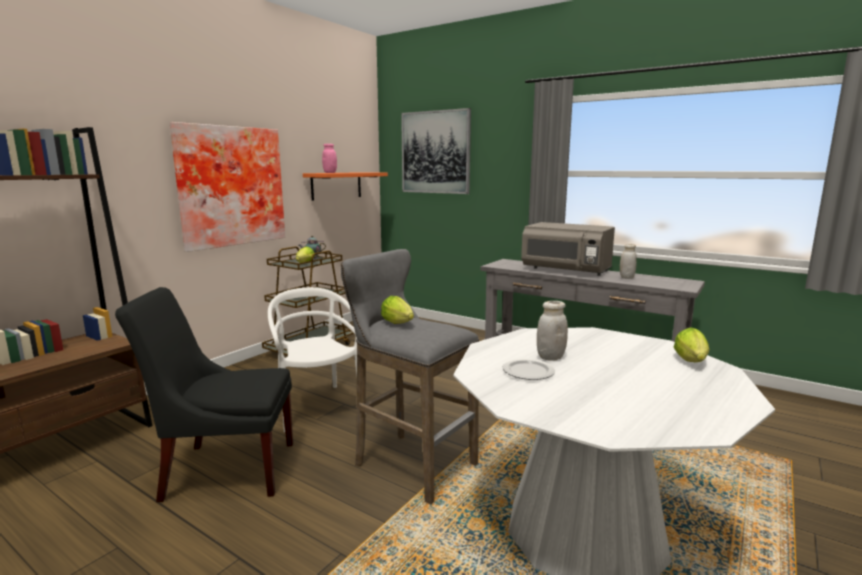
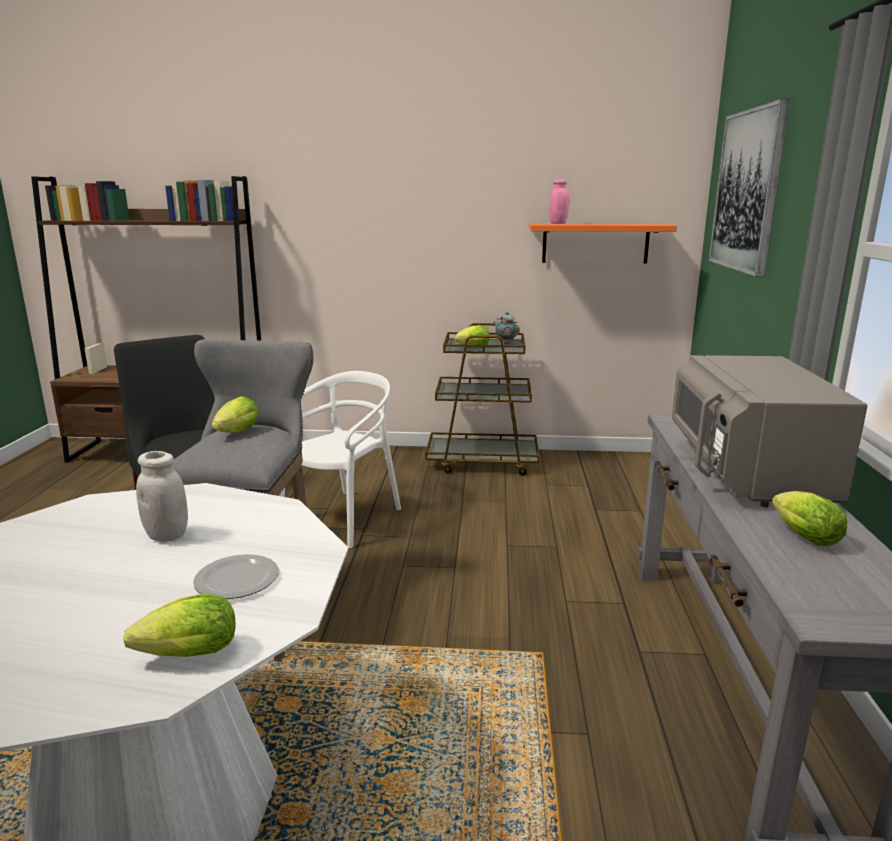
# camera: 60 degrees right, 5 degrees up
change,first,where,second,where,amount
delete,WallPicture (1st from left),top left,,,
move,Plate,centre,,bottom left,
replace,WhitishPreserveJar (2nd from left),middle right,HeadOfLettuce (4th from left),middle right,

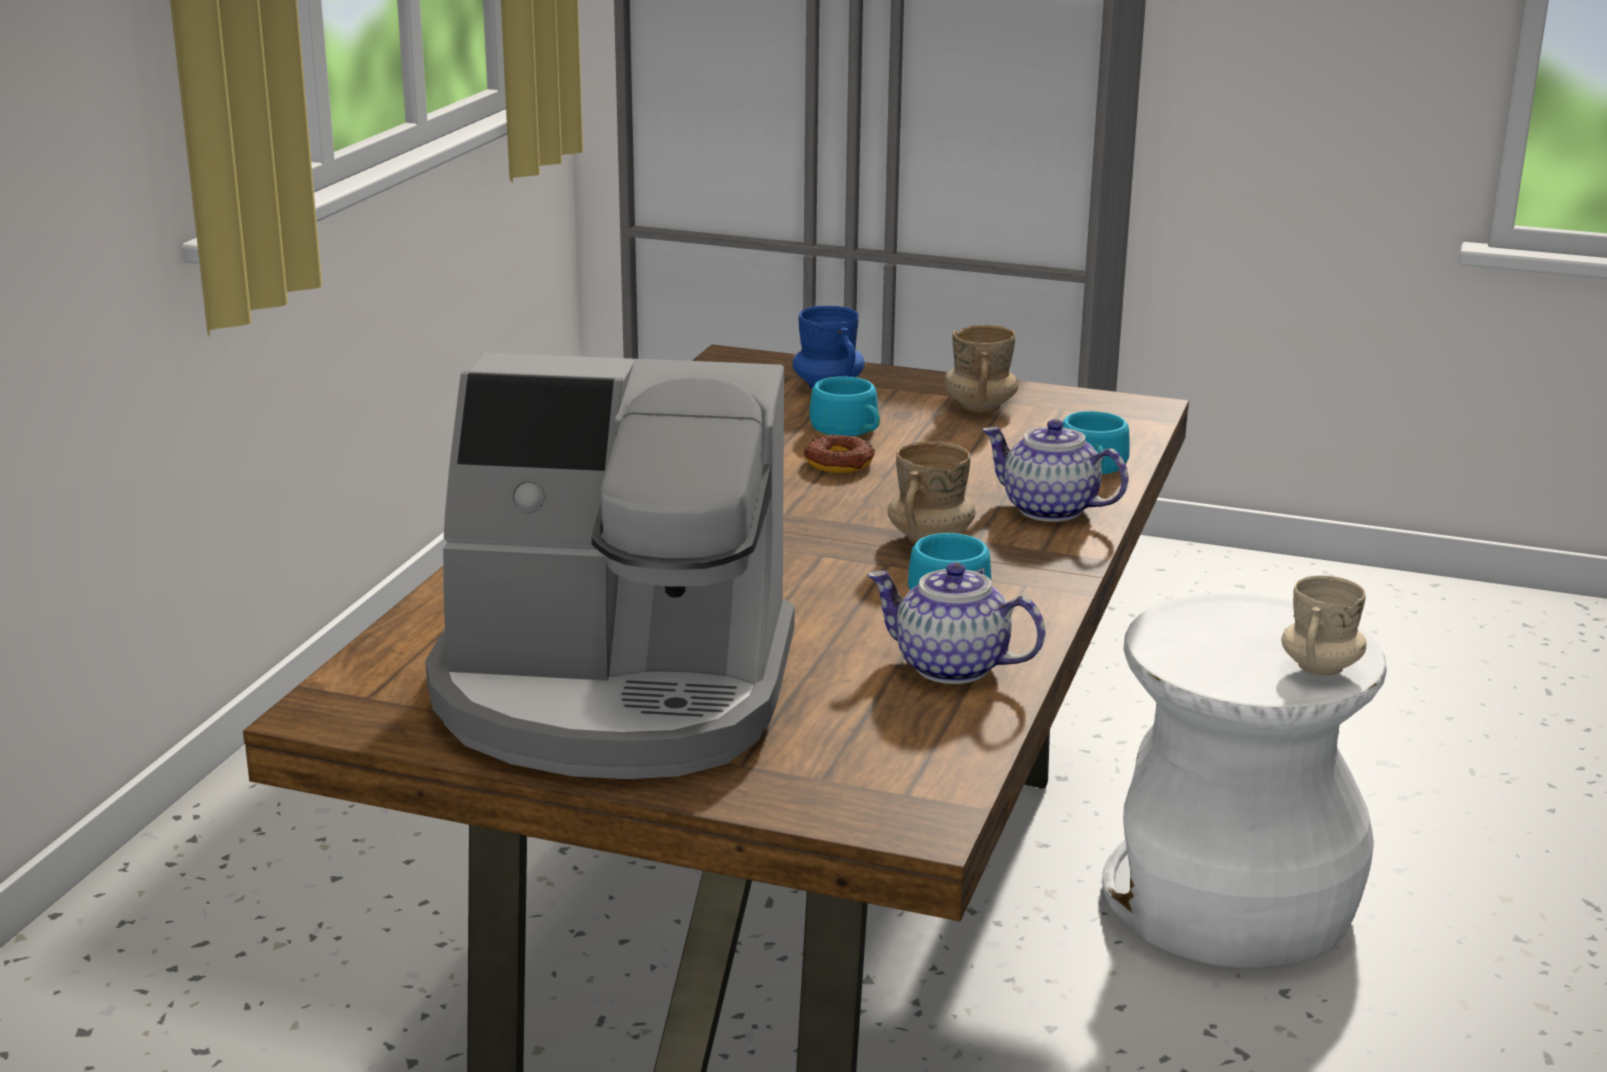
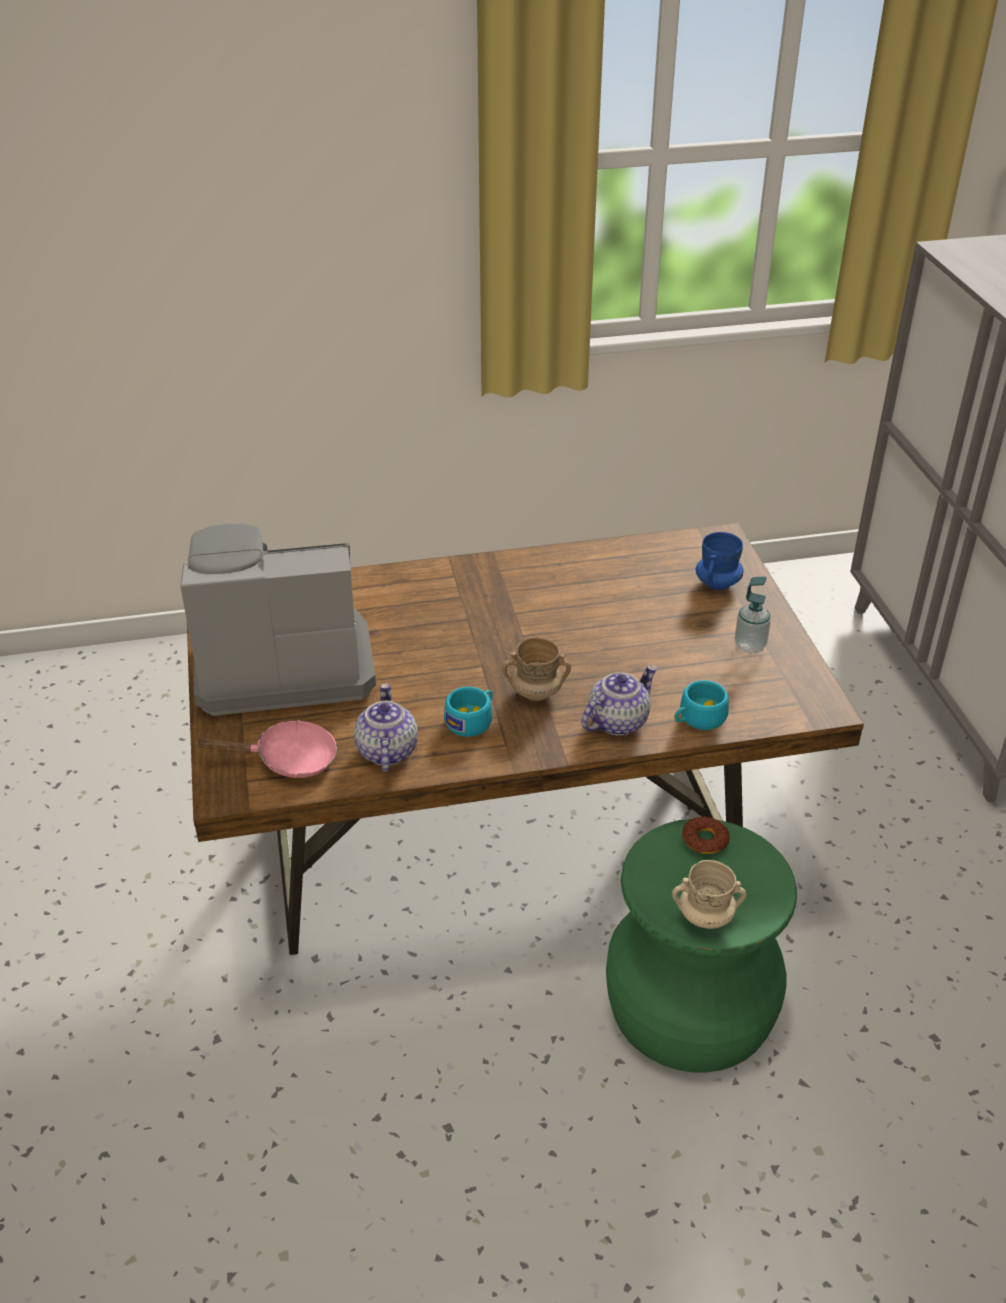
# camera: 60 degrees right, 15 degrees up
change,first,where,second,where,amount
rotate,CoffeeMachine,centre,,middle left,105 degrees clockwise
move,Doughnut,centre,,middle right,
delete,TurquoiseSmallCup (1st from left),centre,,,
replace,BeigeTeaMug (2nd from left),centre,SoapBottle,middle right,
rotate,PotForTea (2nd from left),centre,,centre,45 degrees clockwise
recolor,WhitishStoolSeat,bottom right,GreenStoolSeat,bottom right,
insert,,,PinkColouredSkillet,middle left,

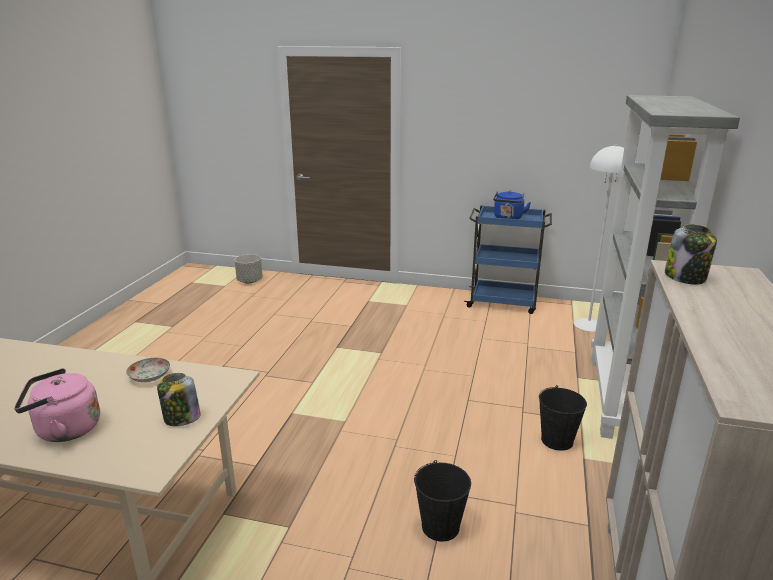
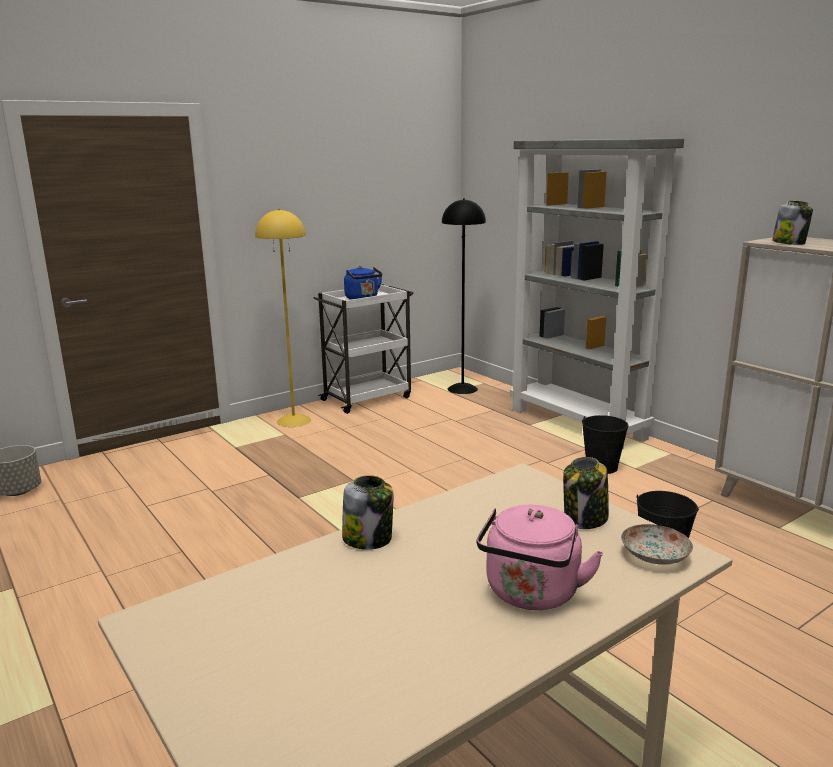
# camera: 50 degrees left, 5 degrees down
change,first,where,second,where,amount
move,Plate,middle left,,bottom right,
recolor,BlueColouredTrolley,centre,WhitishTrolley,centre,
recolor,WhitishStandardLamp,middle right,BlackColouredStandardLamp,centre,
insert,,,YellowStandardLamp,centre,
insert,,,PreserveJar (1st from left),bottom centre,

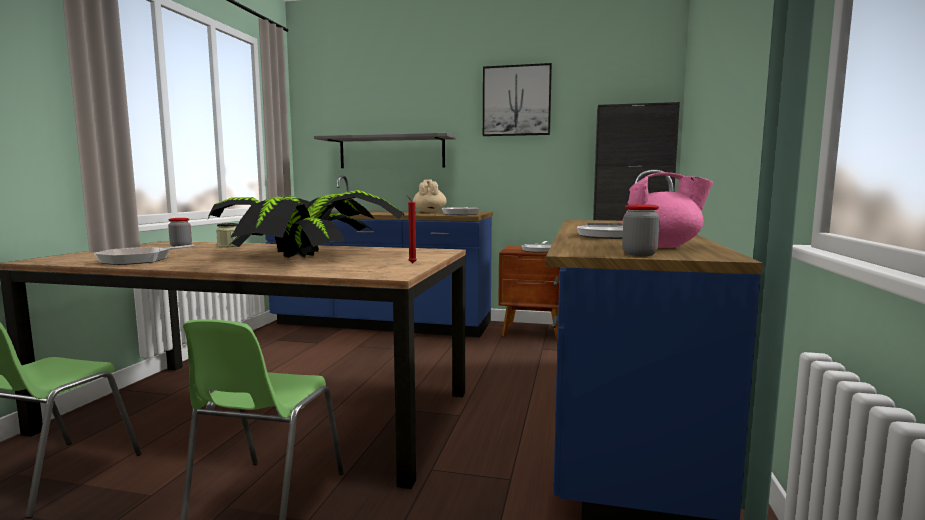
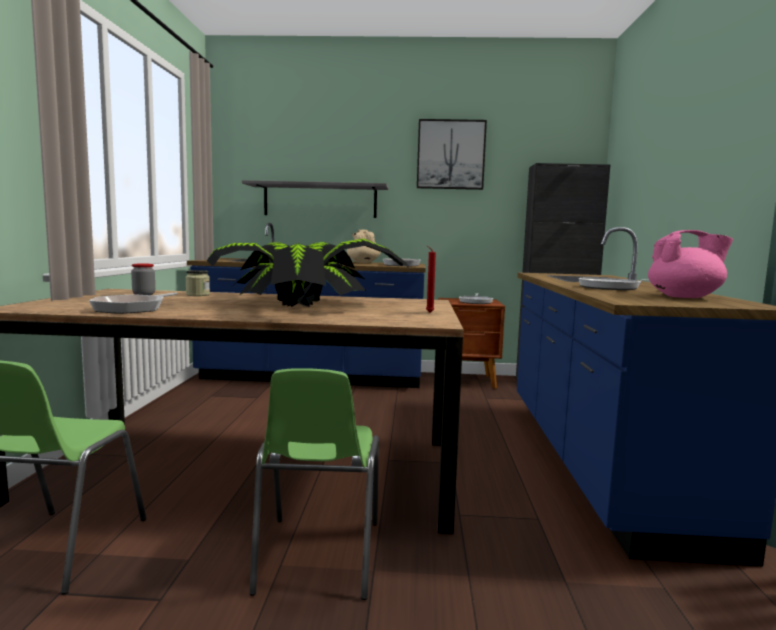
# camera: 10 degrees left, 0 degrees up
change,first,where,second,where,amount
delete,PreserveJar (3rd from left),middle right,,,

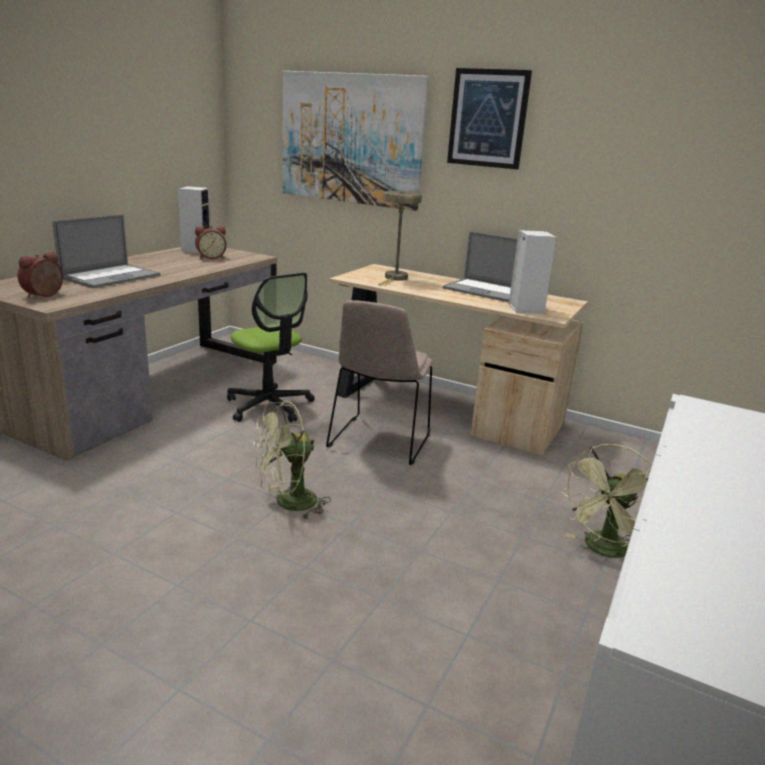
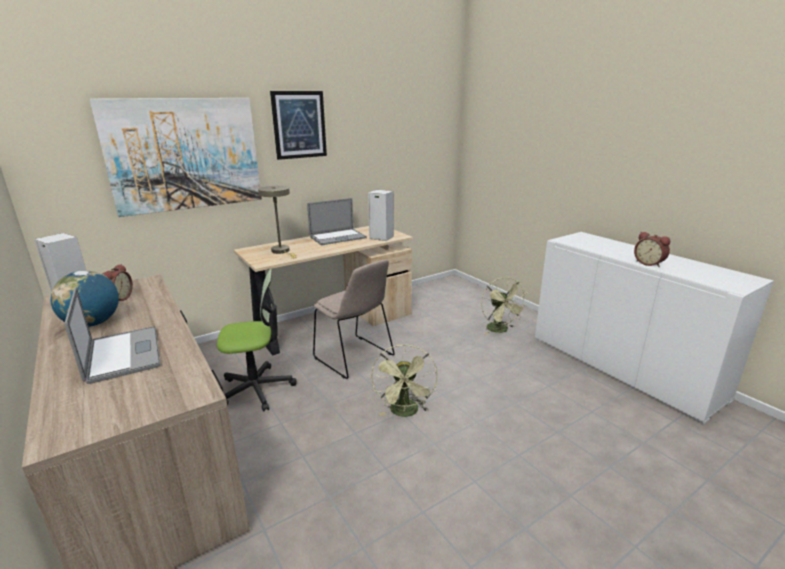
# camera: 60 degrees left, 0 degrees up
change,first,where,second,where,amount
move,AlarmClock (1st from left in the first image),middle left,AlarmClock (2nd from left),middle right,
insert,,,Globe,middle left,

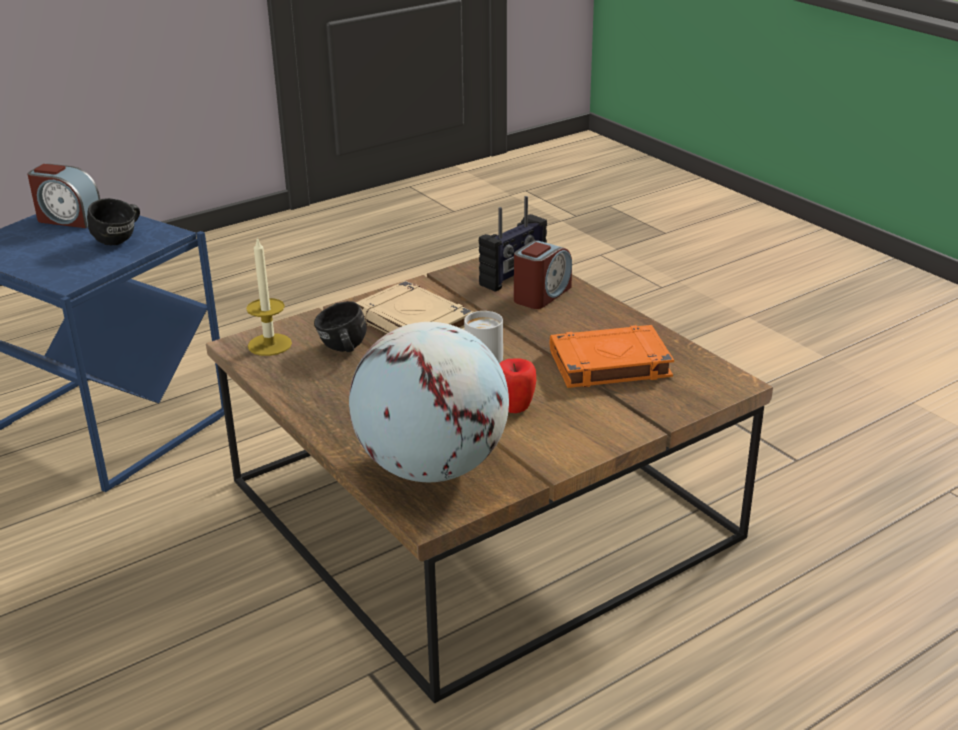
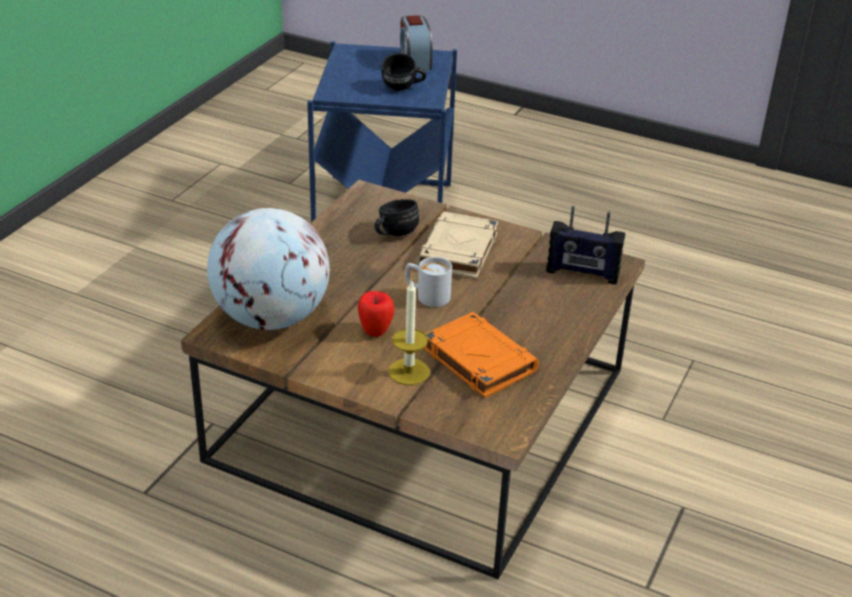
# camera: 60 degrees right, 5 degrees up
change,first,where,second,where,amount
move,WaxLight,middle left,,centre,
delete,AlarmClock (2nd from left),centre,,,

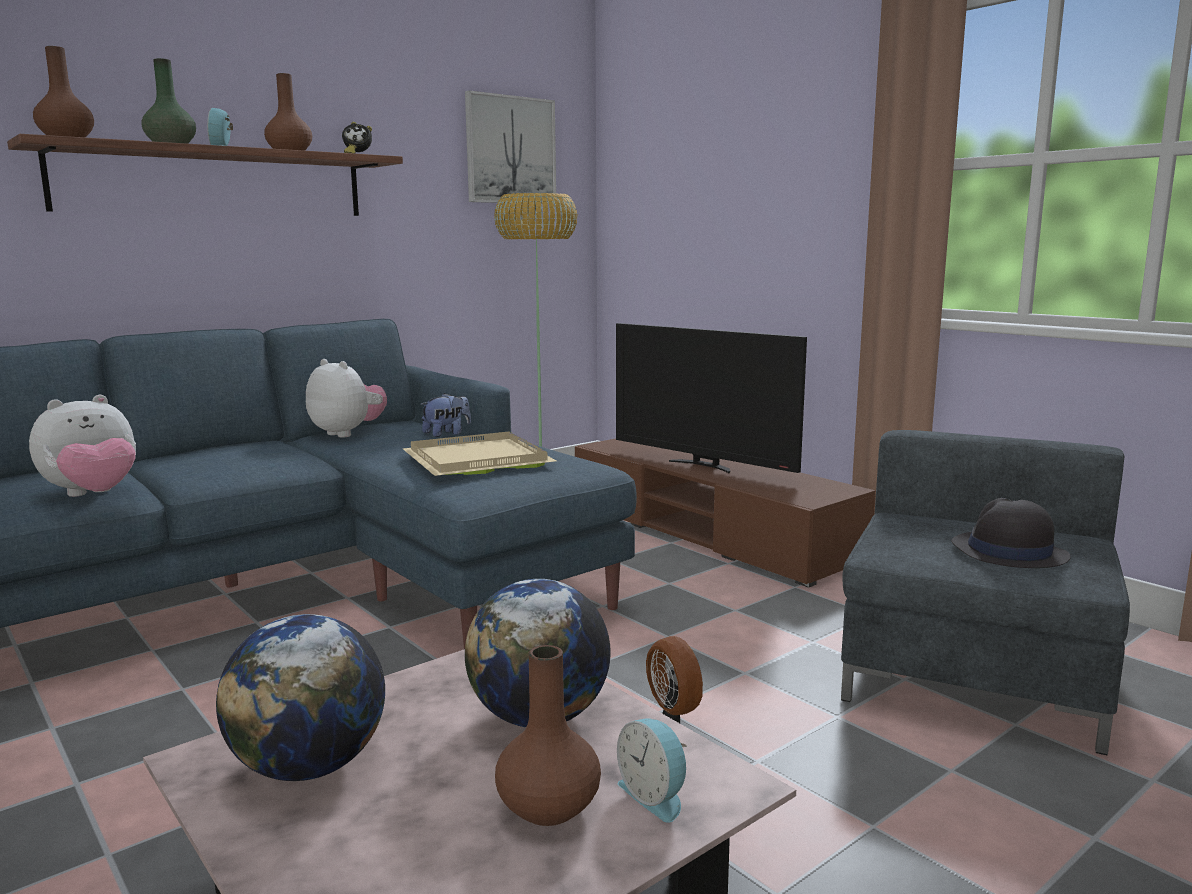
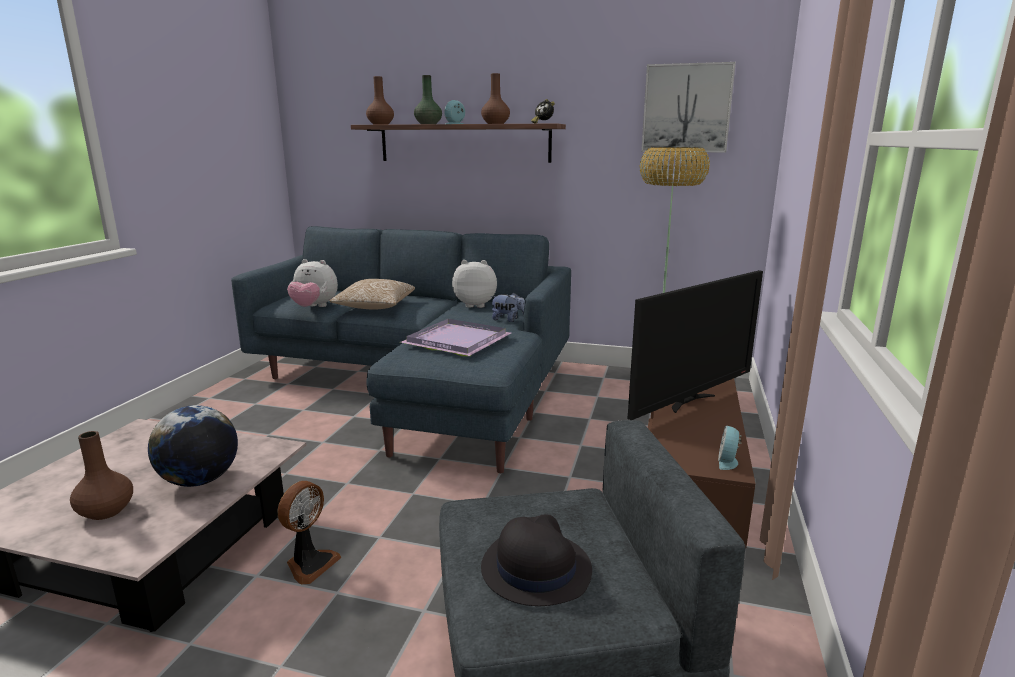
# camera: 55 degrees right, 5 degrees up
change,first,where,second,where,amount
delete,Globe (1st from left),bottom left,,,
rotate,PlushToy (2nd from left),middle left,,centre,90 degrees counterclockwise
recolor,BeigeTray,centre,PurplishTray,centre,
rotate,Television,centre,,middle right,135 degrees counterclockwise
move,AlarmClock (3rd from left),bottom centre,,middle right,
insert,,,Cushion,centre,

